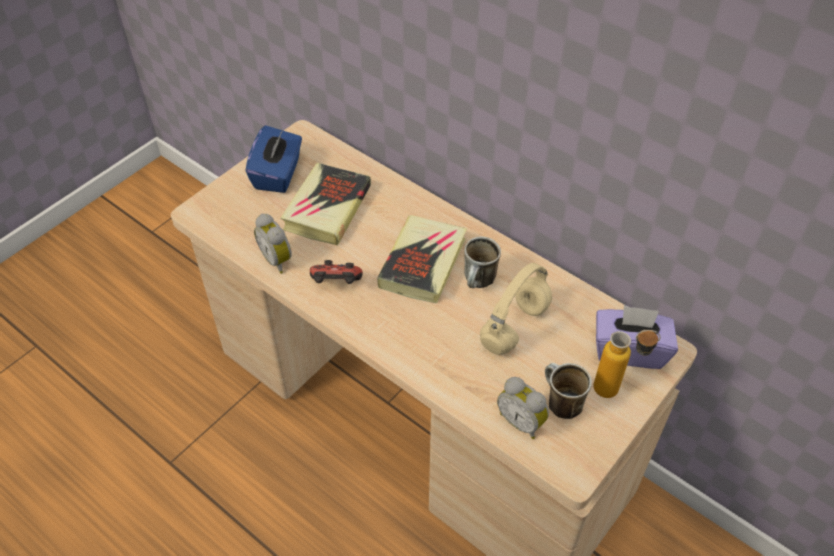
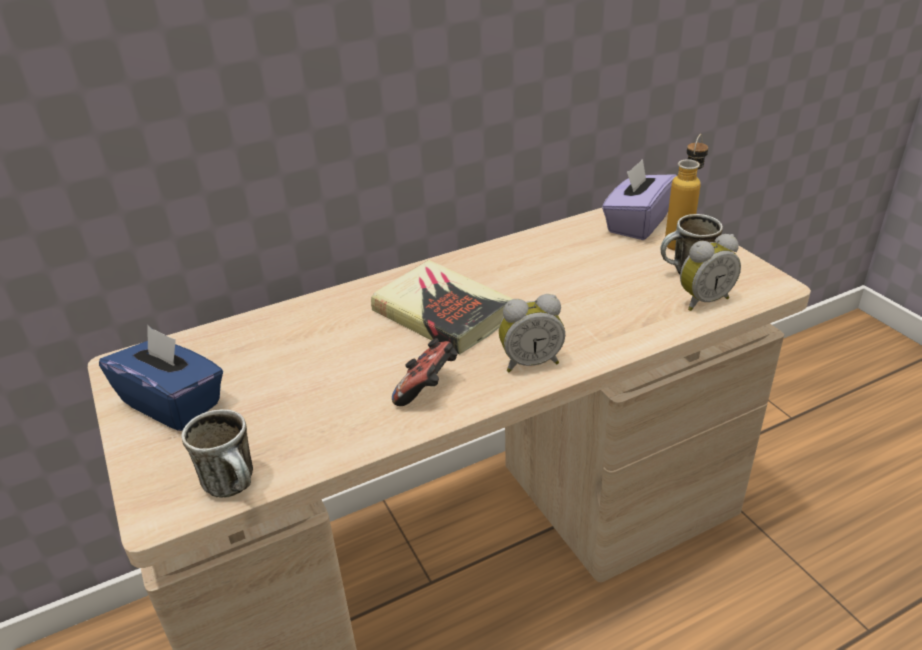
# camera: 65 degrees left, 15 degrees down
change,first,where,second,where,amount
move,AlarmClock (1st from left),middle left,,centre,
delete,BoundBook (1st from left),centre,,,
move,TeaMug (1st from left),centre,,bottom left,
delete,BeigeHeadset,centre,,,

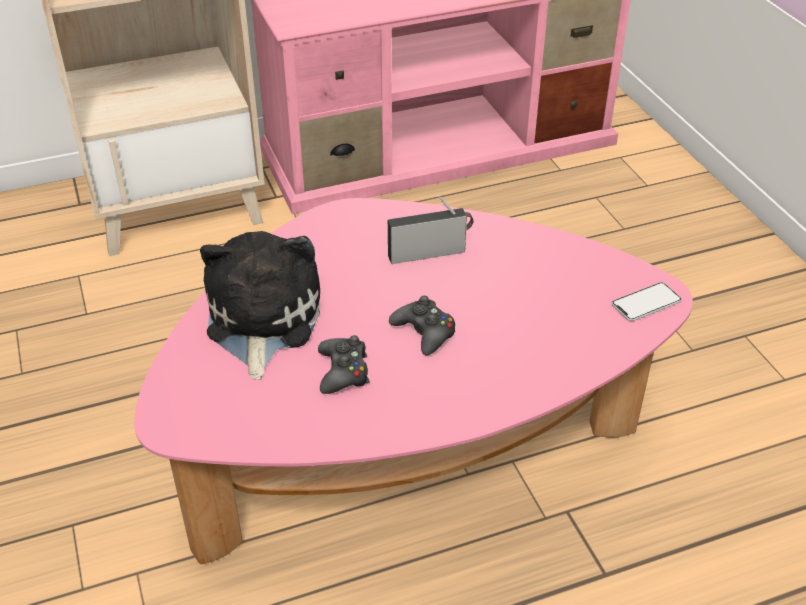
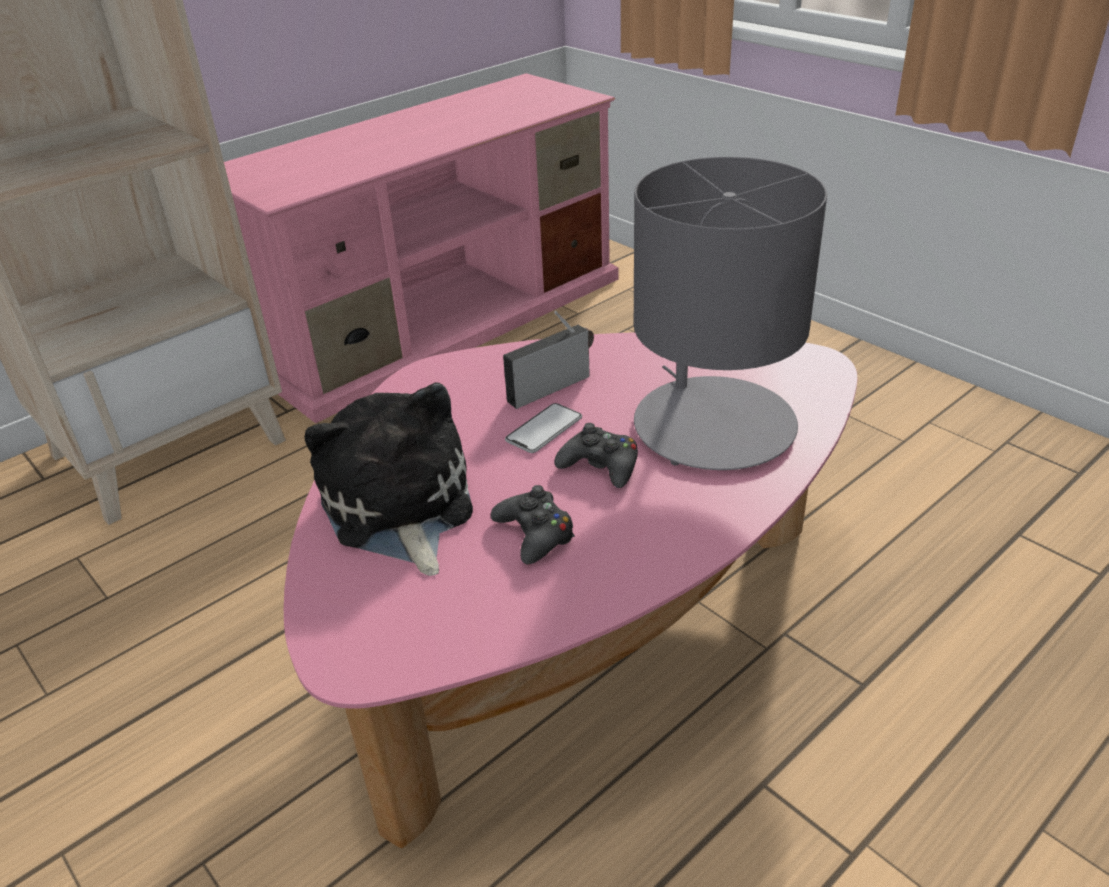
# camera: 20 degrees left, 5 degrees down
change,first,where,second,where,amount
move,Handset,middle right,,centre,
insert,,,GreyTabletopLamp,centre,

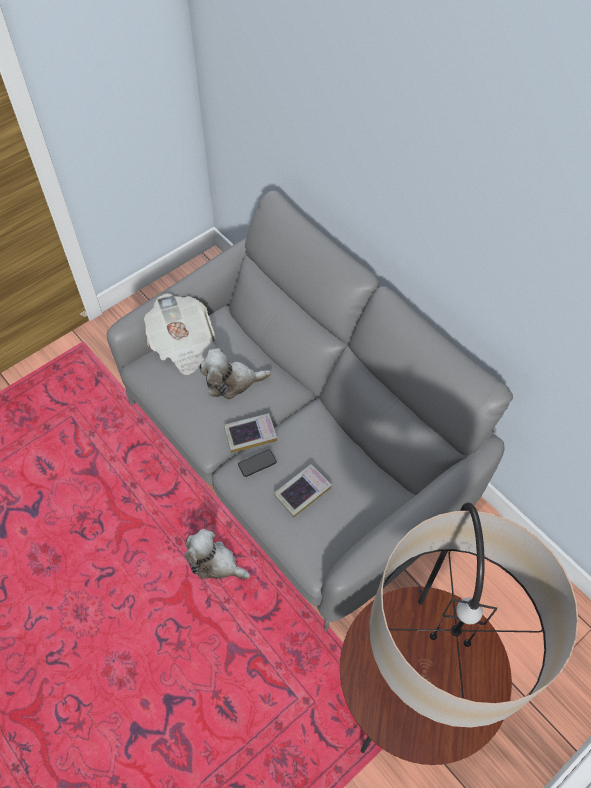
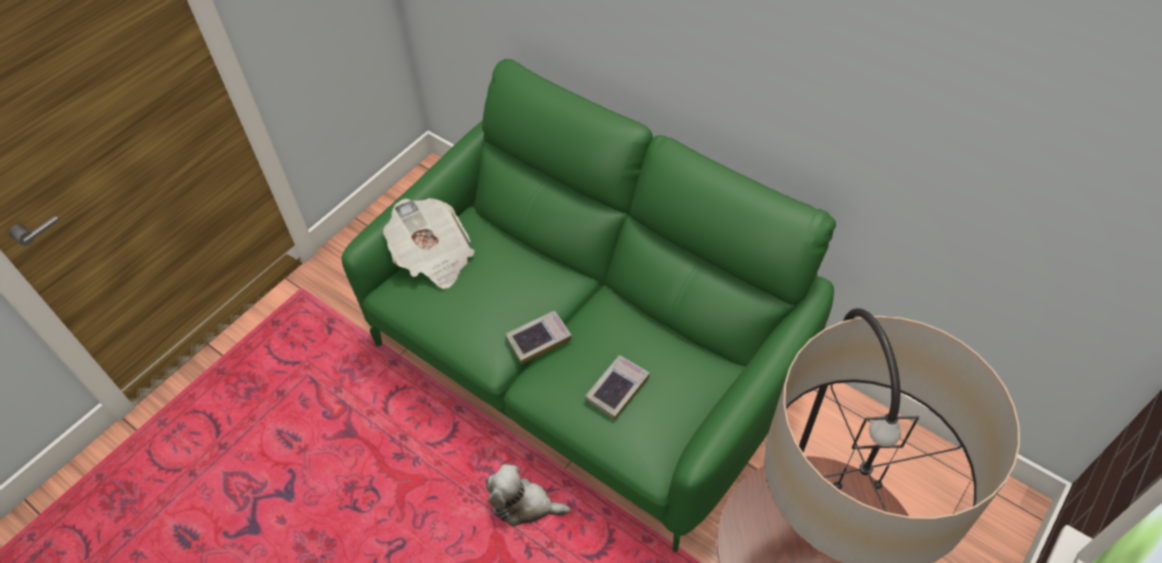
# camera: 10 degrees left, 5 degrees down
change,first,where,second,where,amount
recolor,GreySettee,centre,GreenSettee,centre,
delete,PlushToy (2nd from left),centre,,,
delete,Handset,centre,,,

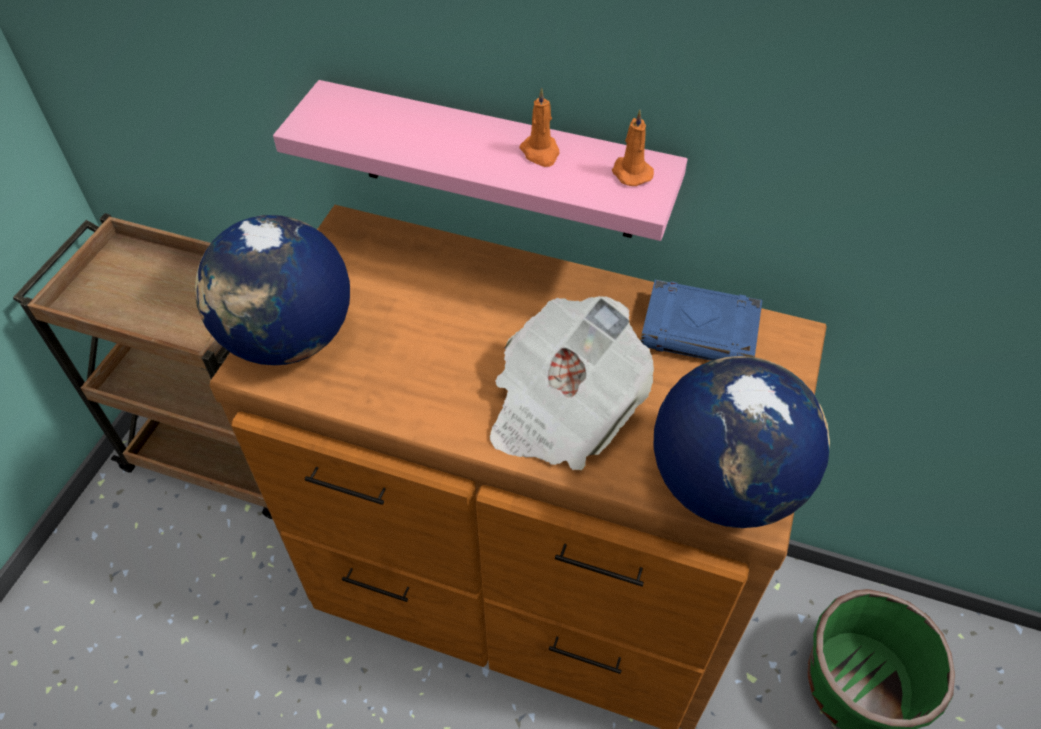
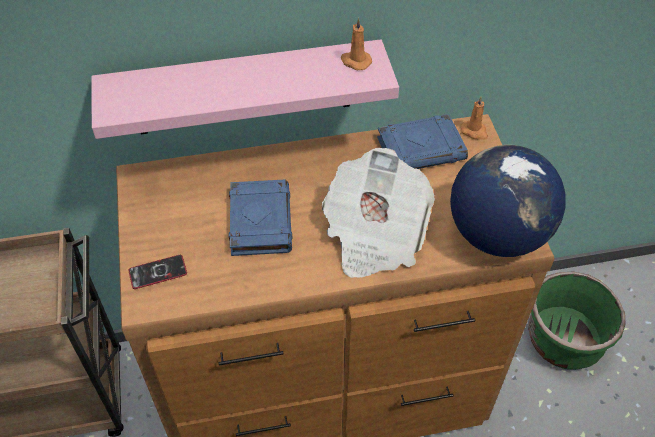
# camera: 30 degrees left, 0 degrees up
change,first,where,second,where,amount
replace,Globe (1st from left),middle left,Handset,middle left,
move,OrangeWaxLight (1st from left in the first image),top centre,OrangeWaxLight (2nd from left),top right,
insert,,,BlueColouredBoundBook (1st from left),centre,

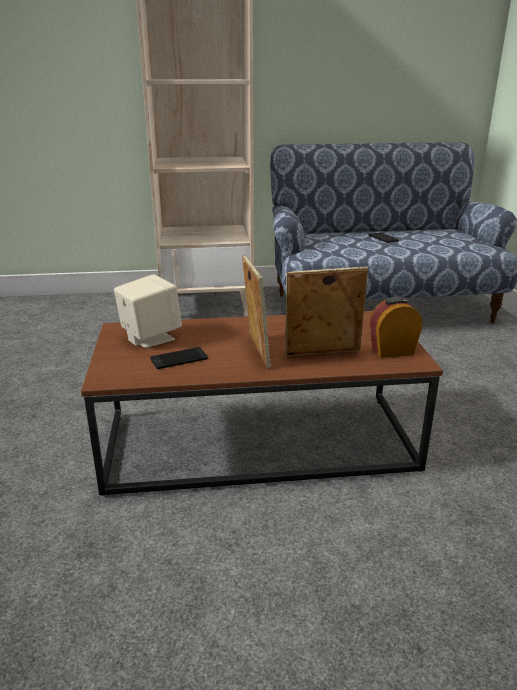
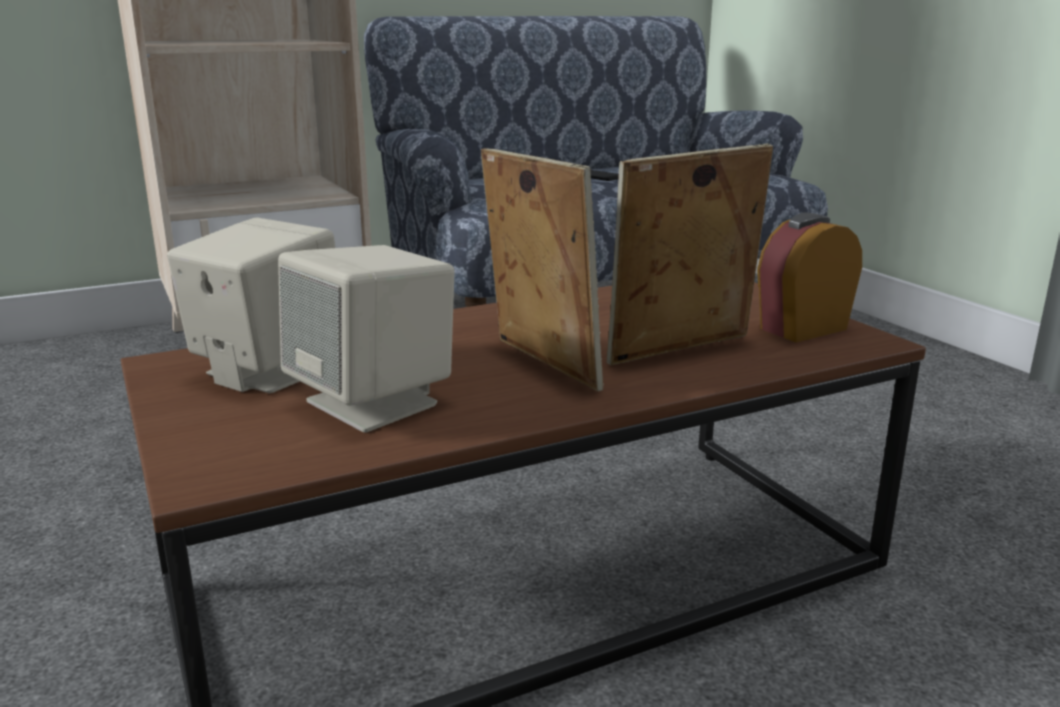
# camera: 20 degrees left, 5 degrees down
change,first,where,second,where,amount
replace,Handset (1st from left),centre,BeigeAudioSpeaker (2nd from left),centre,

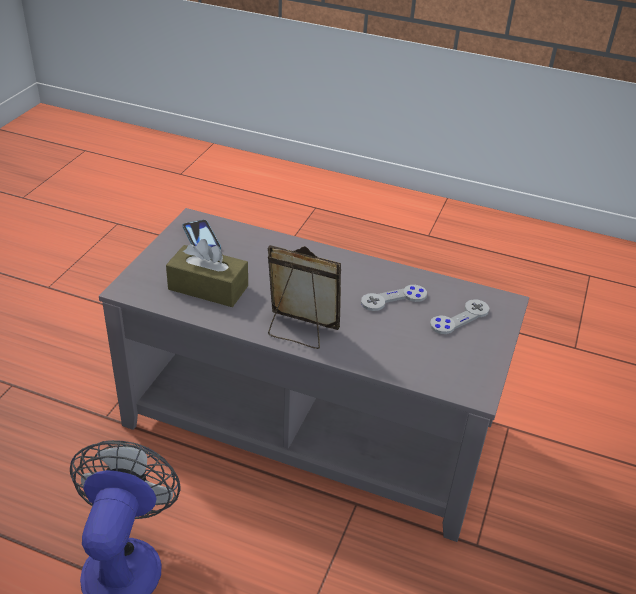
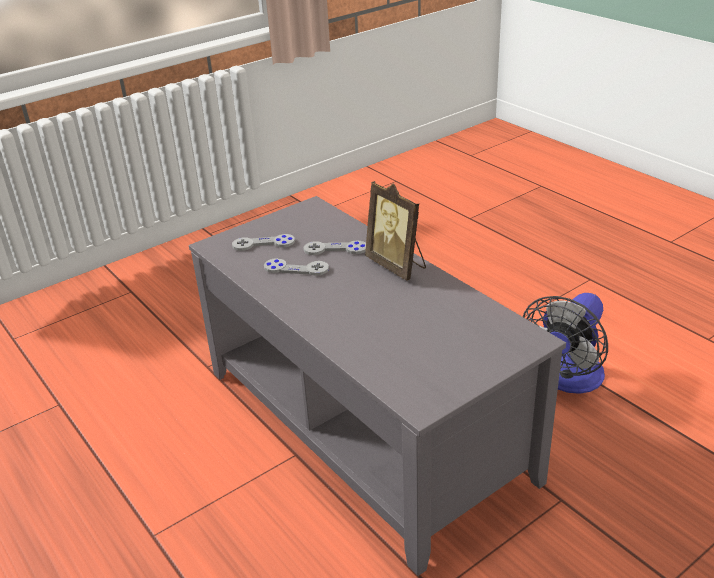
# camera: 145 degrees left, 5 degrees down
change,first,where,second,where,amount
delete,BrownTissueHolder,middle left,,,
delete,Handset,middle left,,,
insert,,,GreyJoypad (3rd from left),centre,

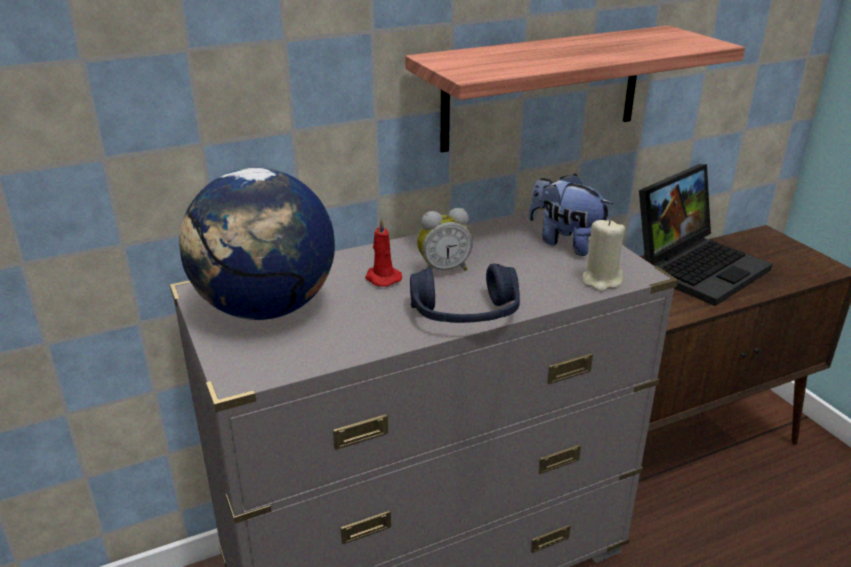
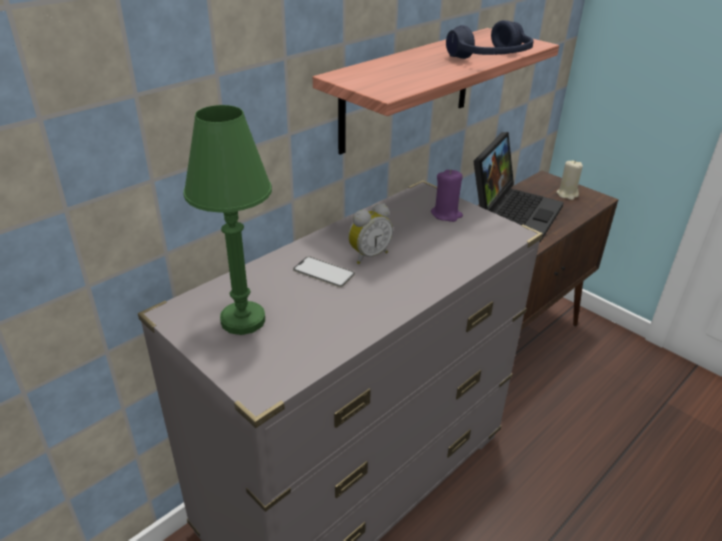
# camera: 20 degrees left, 5 degrees up
change,first,where,second,where,amount
replace,Globe,middle left,GreenTabletopLamp,middle left,
replace,ReddishWaxLight,centre,Handset,centre,
move,BlueColouredHeadset,centre,,top right,
replace,PlushToy,middle right,PurplishWaxLight,centre,
move,BeigeWaxLight,middle right,,top right,

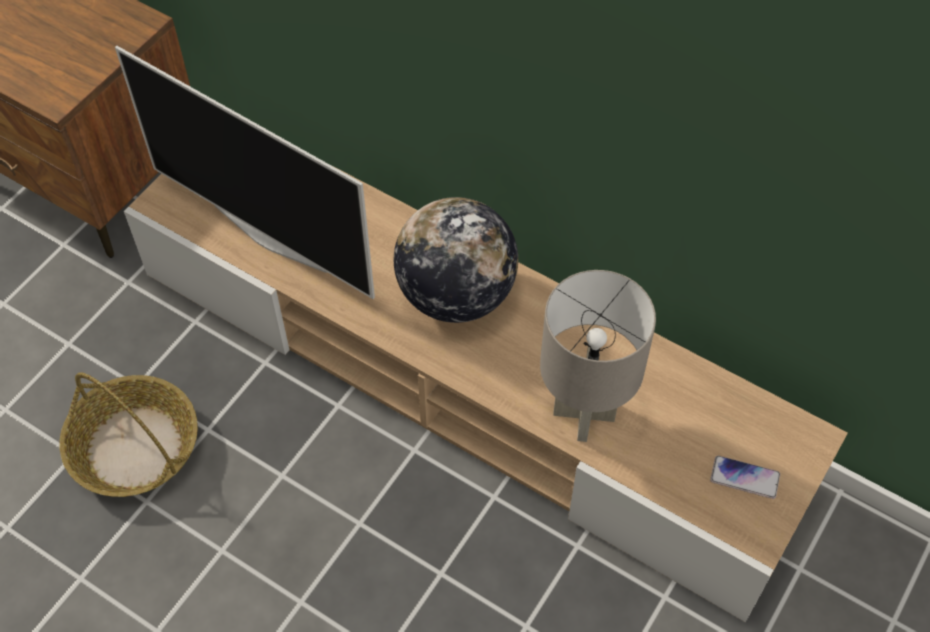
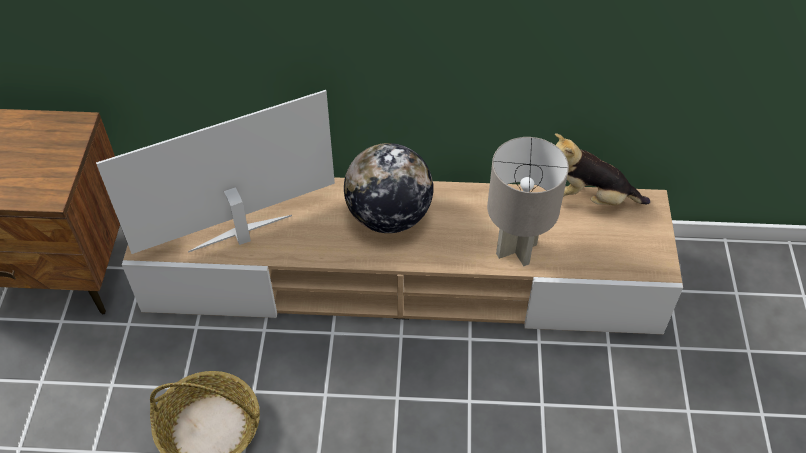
# camera: 30 degrees left, 5 degrees down
change,first,where,second,where,amount
rotate,Television,top left,,middle left,150 degrees clockwise
delete,Handset,bottom right,,,
insert,,,PlushToy,middle right,

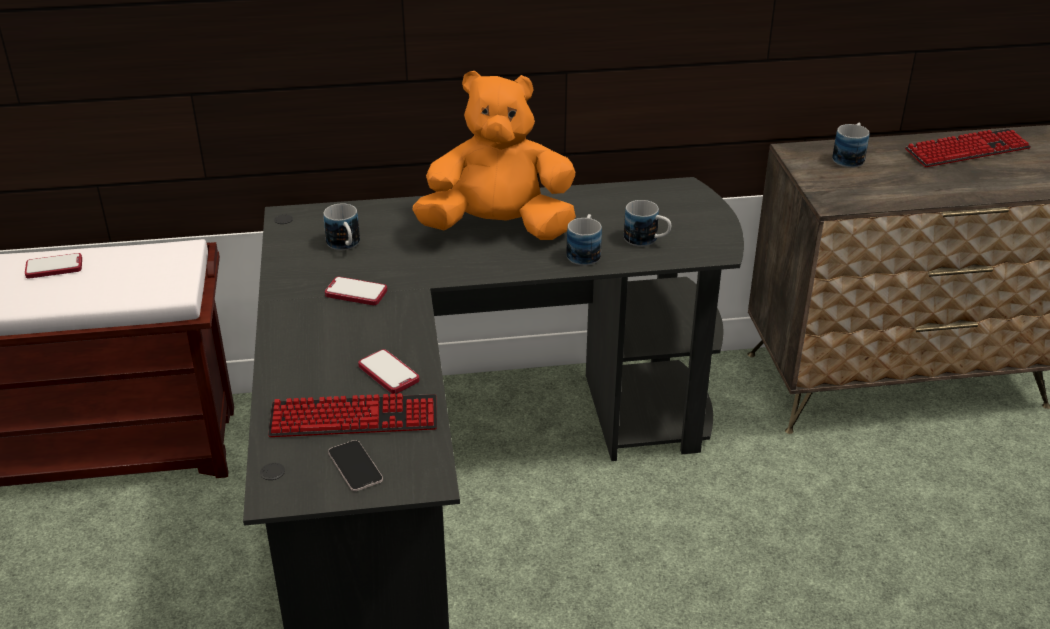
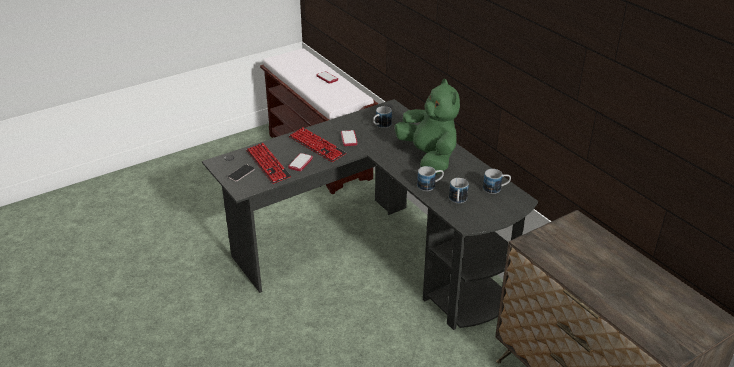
# camera: 65 degrees right, 0 degrees up
change,first,where,second,where,amount
recolor,OrangePlushToy,top centre,GreenPlushToy,centre,
move,TeaMug (4th from left),top right,,middle right,
move,Keyboard (2nd from left),top right,,centre,

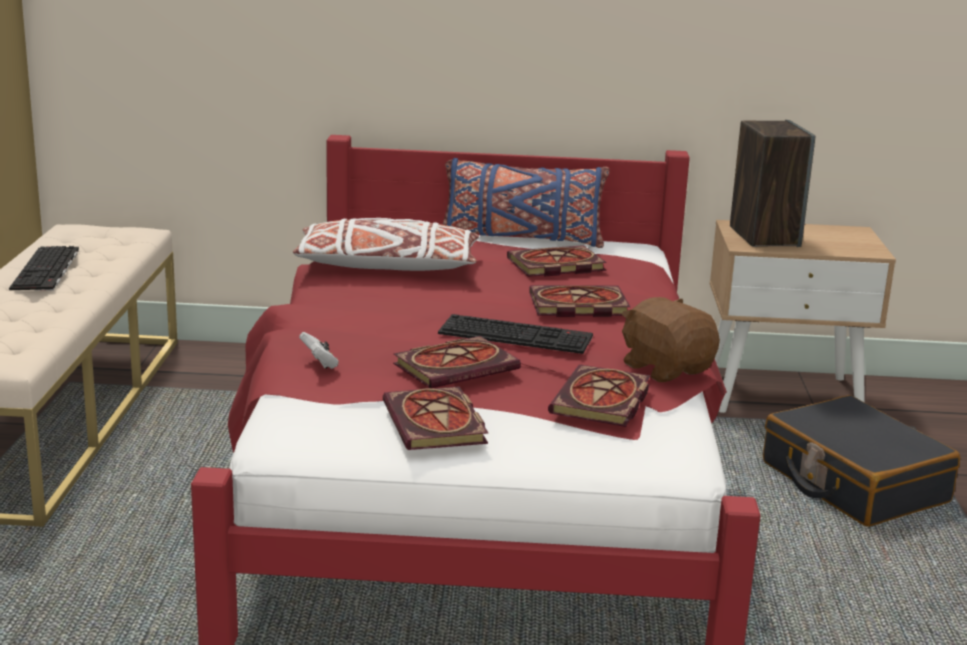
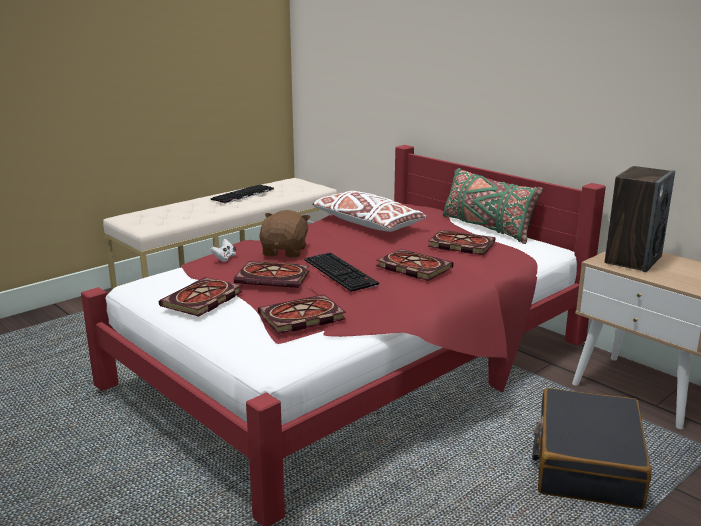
# camera: 45 degrees right, 0 degrees up
change,first,where,second,where,amount
recolor,BlueColouredCushion,top centre,GreenCushion,middle right,
move,BrownPlushToy,middle right,,centre,

